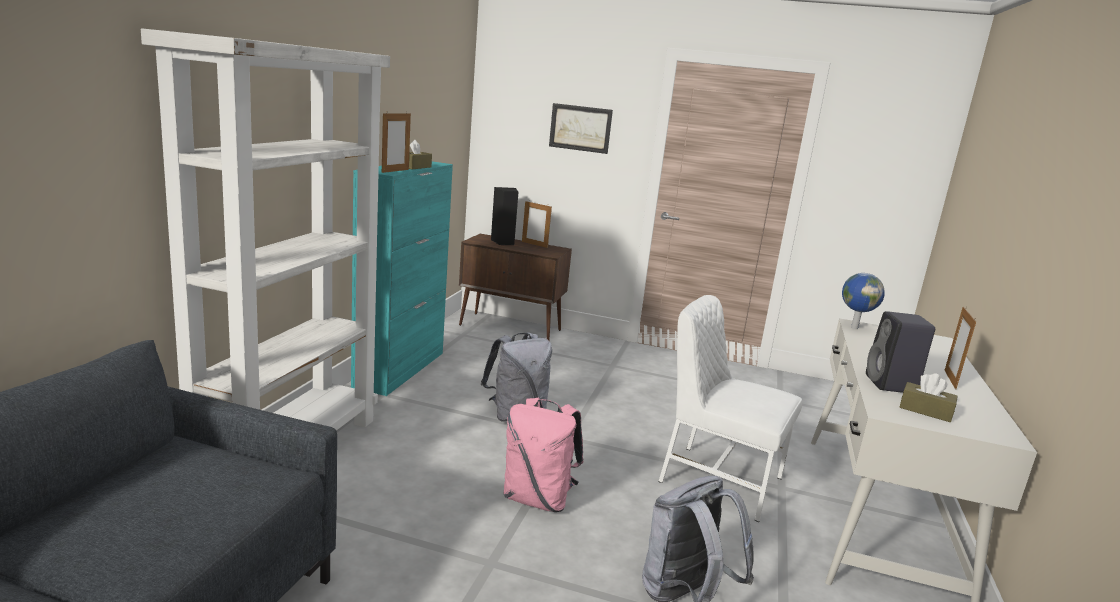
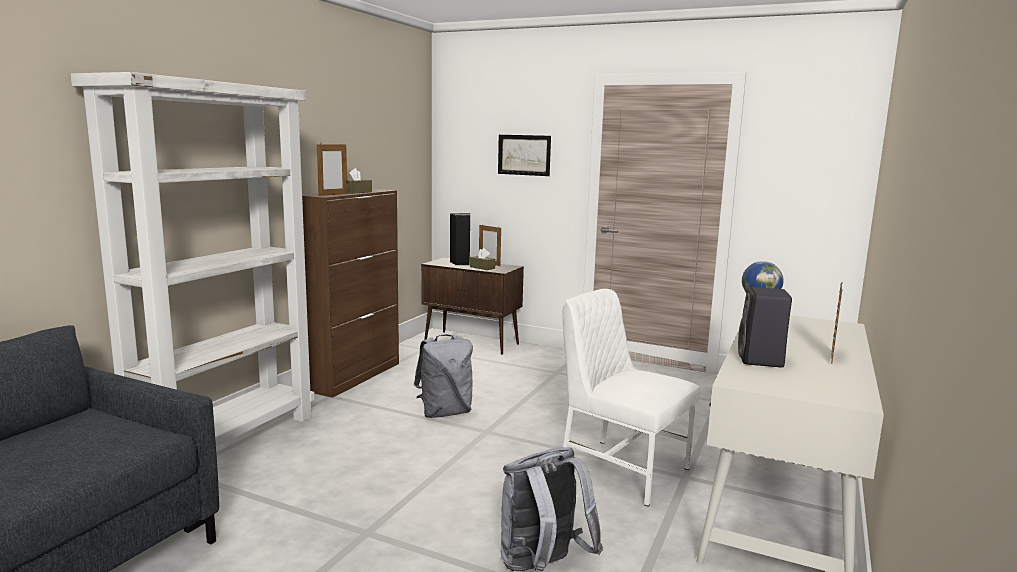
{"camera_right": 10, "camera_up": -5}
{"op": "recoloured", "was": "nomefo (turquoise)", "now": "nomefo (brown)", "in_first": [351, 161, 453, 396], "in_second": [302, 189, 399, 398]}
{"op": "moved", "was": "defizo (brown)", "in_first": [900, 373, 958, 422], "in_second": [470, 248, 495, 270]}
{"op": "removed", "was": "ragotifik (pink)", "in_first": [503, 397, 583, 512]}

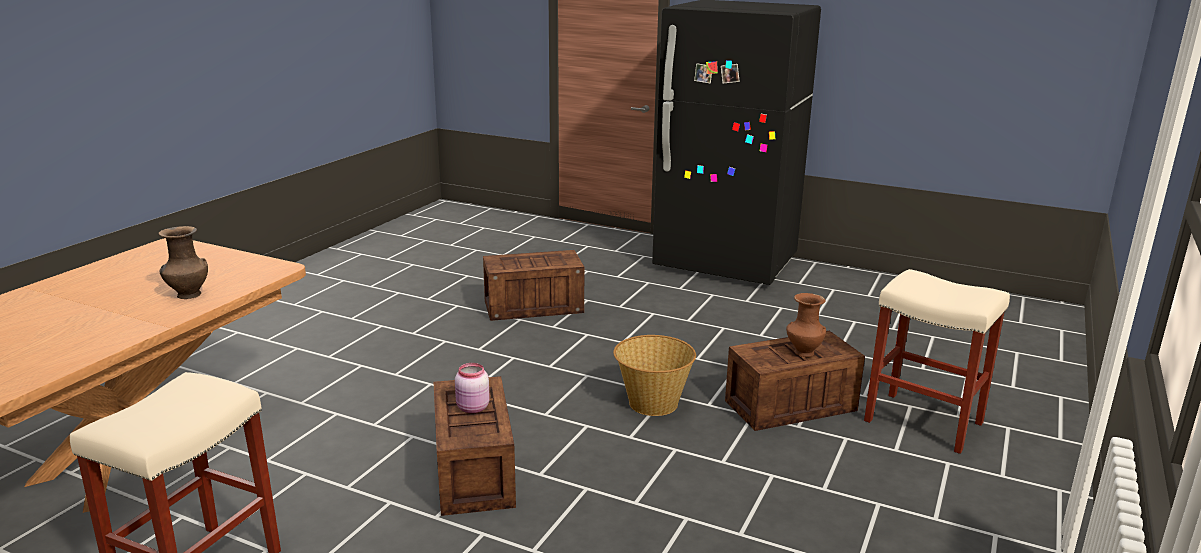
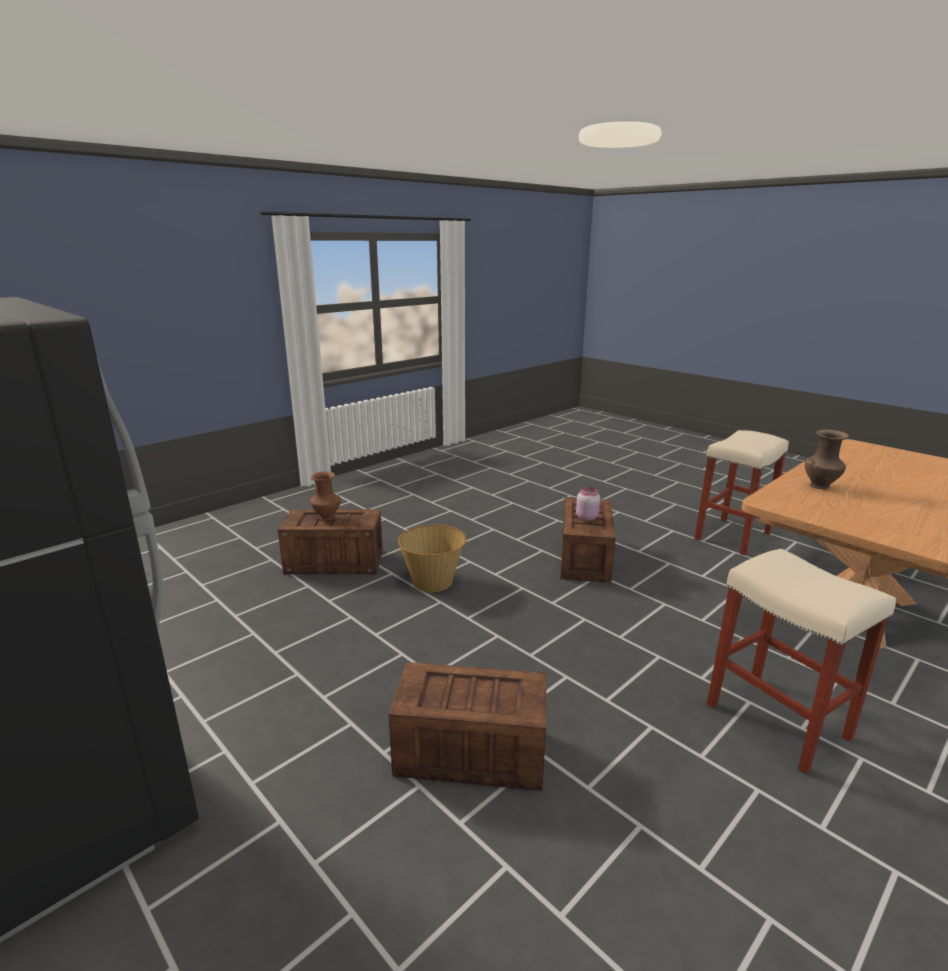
{"camera_right": -160, "camera_up": 0}
{"op": "moved", "was": "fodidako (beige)", "in_first": [864, 269, 1010, 454], "in_second": [707, 549, 896, 774]}

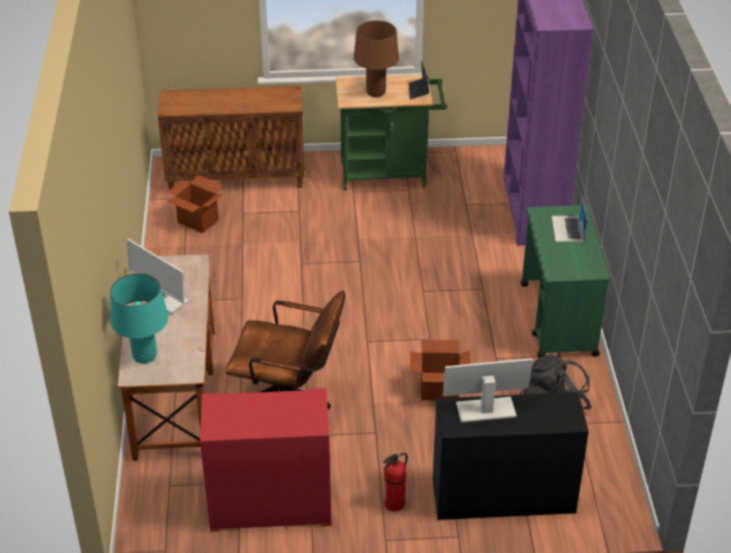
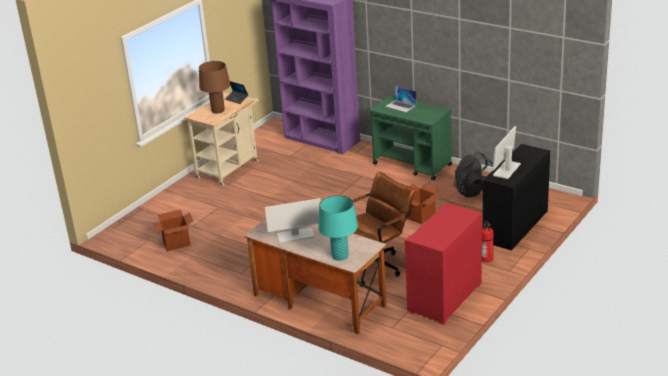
{"camera_right": -50, "camera_up": -10}
{"op": "recoloured", "was": "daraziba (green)", "now": "daraziba (beige)", "in_first": [336, 74, 447, 191], "in_second": [184, 93, 259, 187]}
{"op": "removed", "was": "nomefo (brown)", "in_first": [158, 86, 305, 190]}

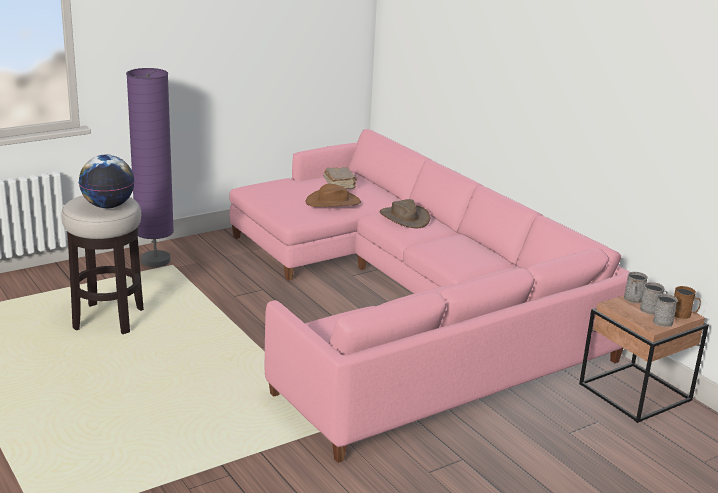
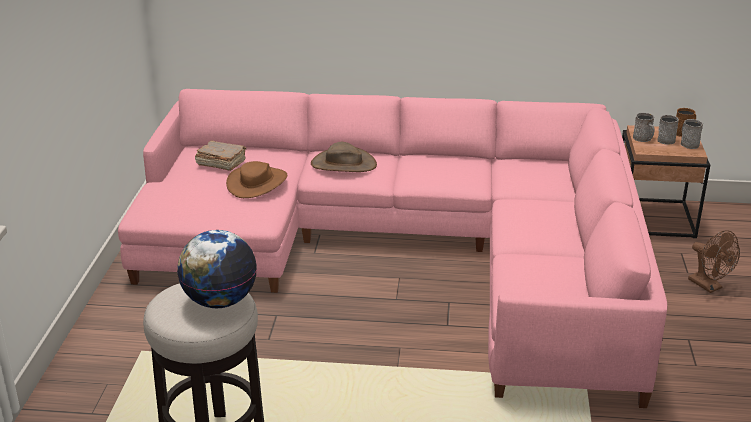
{"camera_right": -50, "camera_up": 5}
{"op": "added", "now": "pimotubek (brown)", "in_second": [688, 230, 740, 293]}
{"op": "removed", "was": "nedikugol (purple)", "in_first": [126, 68, 174, 267]}

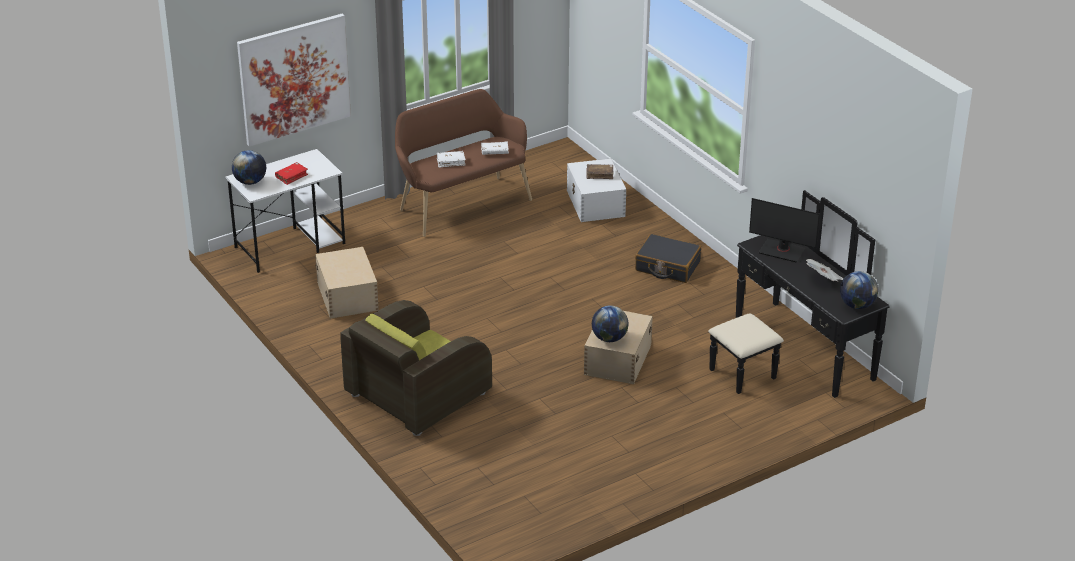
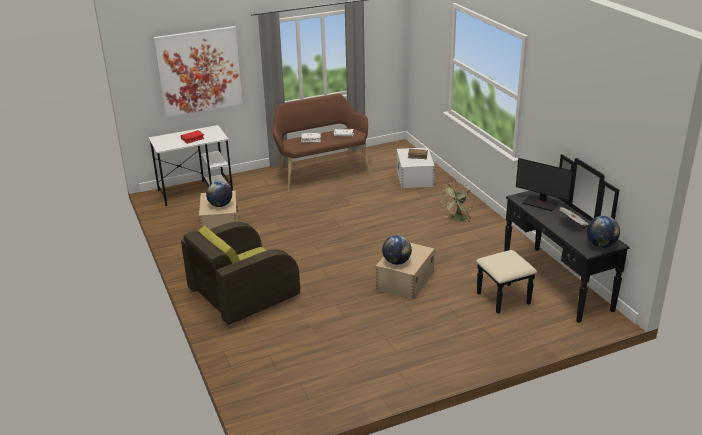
{"camera_right": 10, "camera_up": -5}
{"op": "moved", "was": "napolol", "in_first": [232, 150, 266, 185], "in_second": [206, 181, 232, 207]}
{"op": "replaced", "was": "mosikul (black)", "now": "pimotubek (green)", "in_first": [635, 234, 701, 283], "in_second": [441, 182, 474, 222]}

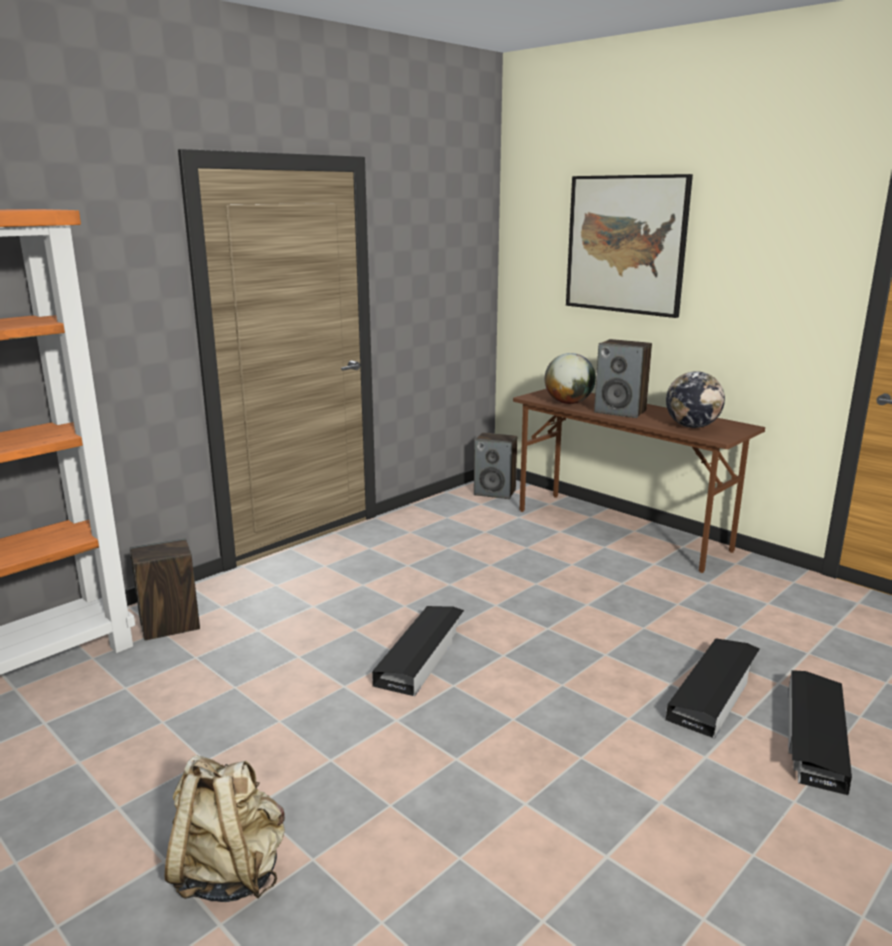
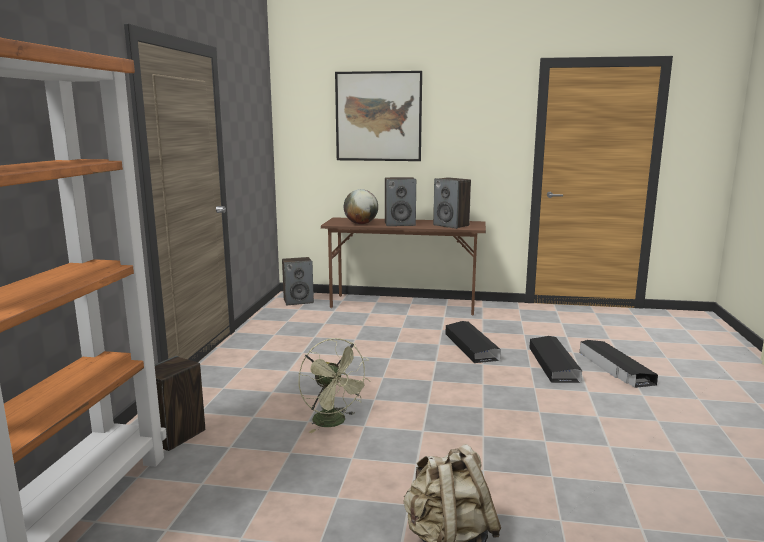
{"camera_right": -35, "camera_up": -5}
{"op": "added", "now": "pimotubek (green)", "in_second": [299, 338, 371, 433]}
{"op": "replaced", "was": "napolol", "now": "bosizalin", "in_first": [666, 371, 725, 428], "in_second": [433, 177, 471, 229]}
{"op": "moved", "was": "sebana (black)", "in_first": [372, 606, 464, 696], "in_second": [446, 321, 501, 363]}

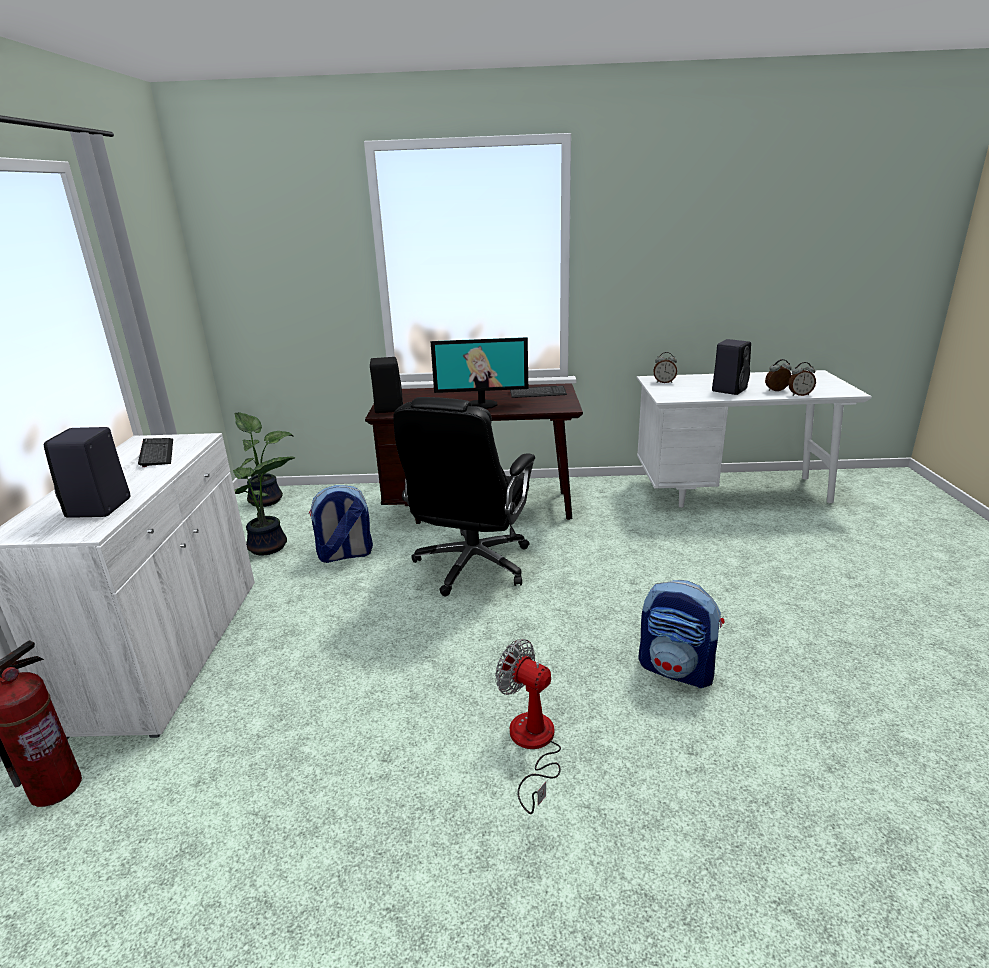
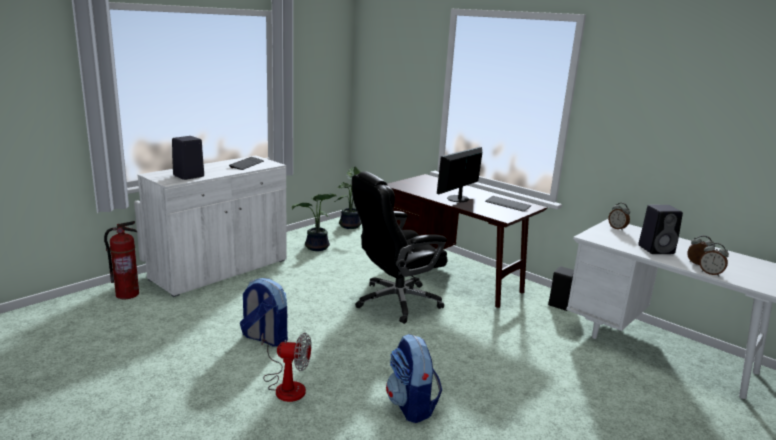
{"camera_right": 40, "camera_up": -5}
{"op": "moved", "was": "ragotifik", "in_first": [309, 485, 373, 563], "in_second": [240, 278, 288, 347]}
{"op": "turned", "was": "pimotubek", "in_first": [495, 639, 561, 814], "in_second": [261, 333, 312, 402], "clockwise": 105}
{"op": "turned", "was": "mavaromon", "in_first": [431, 337, 528, 409], "in_second": [437, 147, 482, 202], "clockwise": 90}
{"op": "moved", "was": "bosizalin (black)", "in_first": [370, 357, 403, 413], "in_second": [548, 266, 574, 311]}

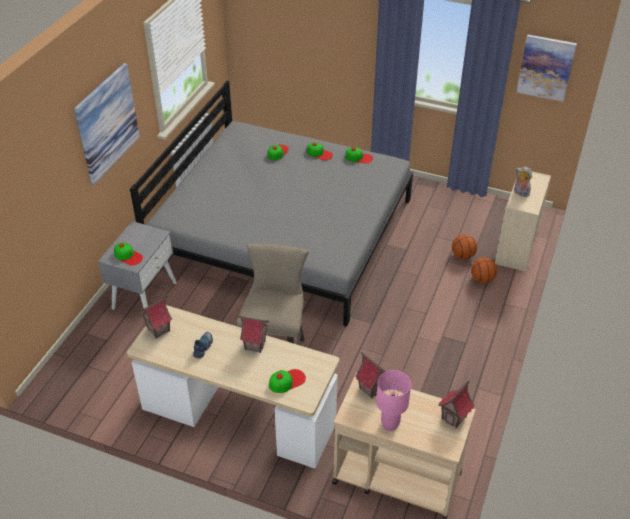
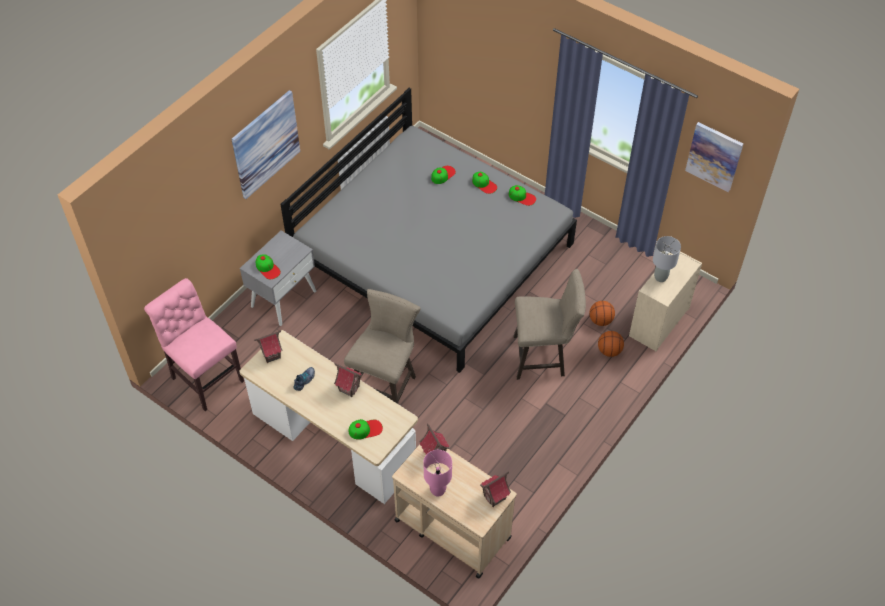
{"camera_right": 15, "camera_up": 10}
{"op": "added", "now": "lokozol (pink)", "in_second": [144, 278, 244, 411]}
{"op": "added", "now": "fodidako (beige)", "in_second": [514, 269, 586, 380]}
{"op": "replaced", "was": "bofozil", "now": "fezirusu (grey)", "in_first": [514, 166, 532, 197], "in_second": [653, 236, 681, 282]}

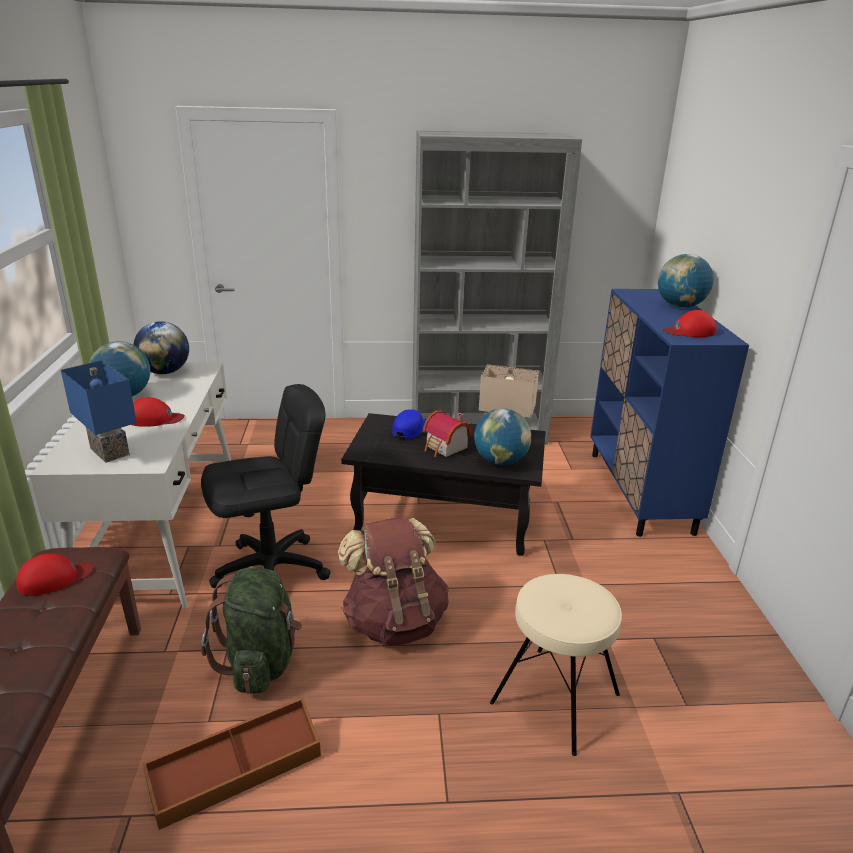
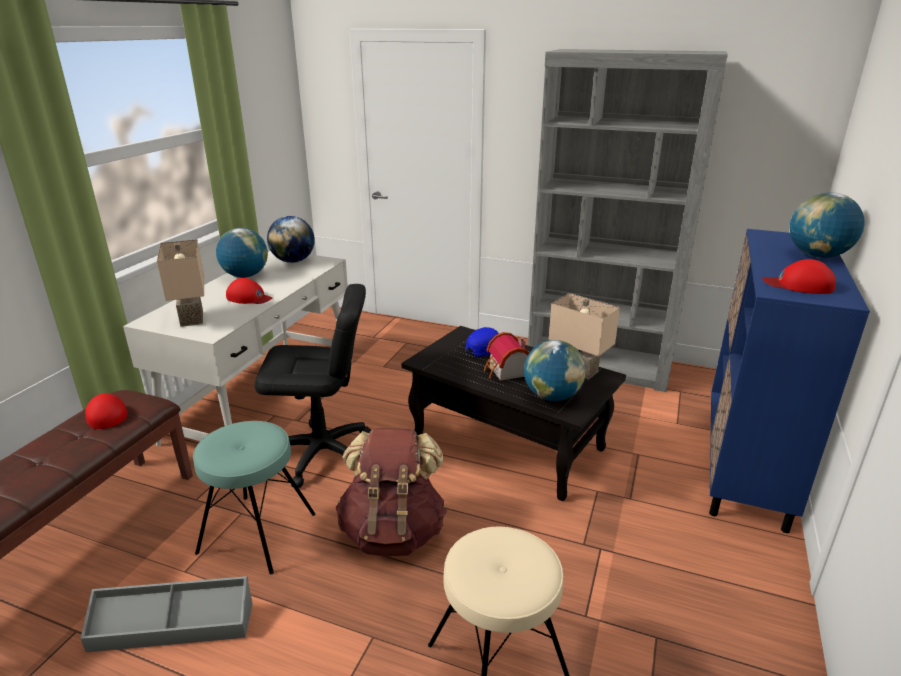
{"camera_right": 25, "camera_up": 0}
{"op": "recoloured", "was": "sebana (brown)", "now": "sebana (grey)", "in_first": [142, 697, 321, 830], "in_second": [80, 576, 253, 652]}
{"op": "turned", "was": "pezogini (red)", "in_first": [16, 554, 93, 596], "in_second": [85, 393, 128, 429], "clockwise": -120}
{"op": "recoloured", "was": "fezirusu (blue)", "now": "fezirusu (beige)", "in_first": [61, 360, 137, 463], "in_second": [157, 239, 204, 327]}
{"op": "replaced", "was": "ragotifik (green)", "now": "fodidako (turquoise)", "in_first": [201, 567, 302, 694], "in_second": [193, 421, 315, 574]}

